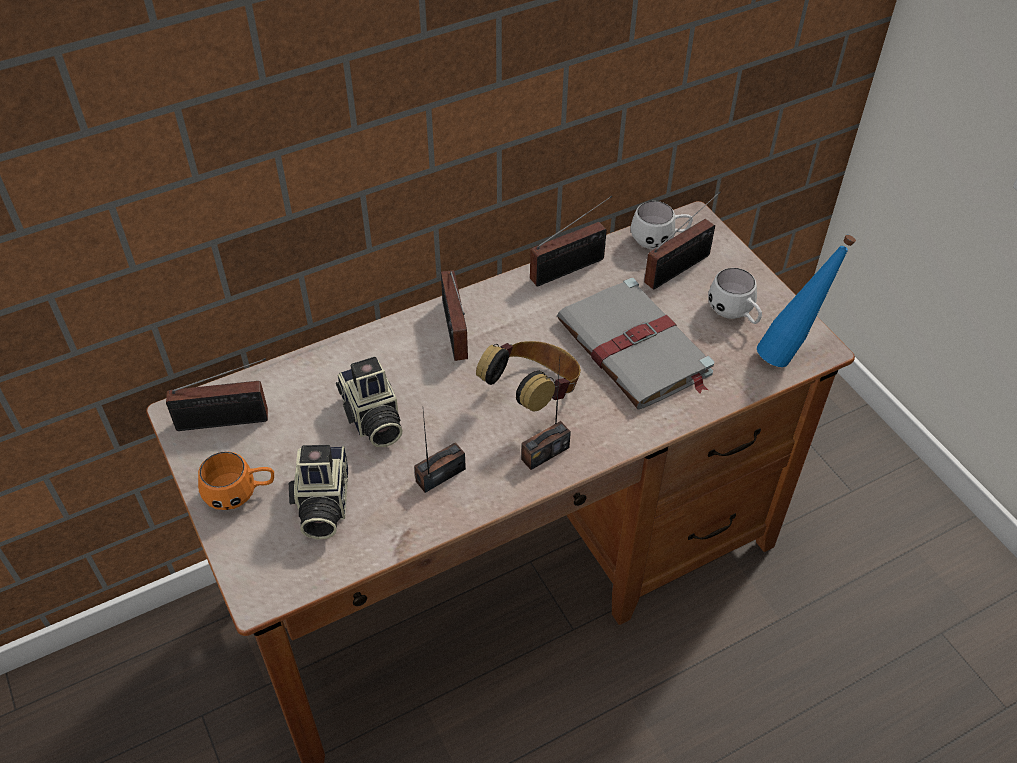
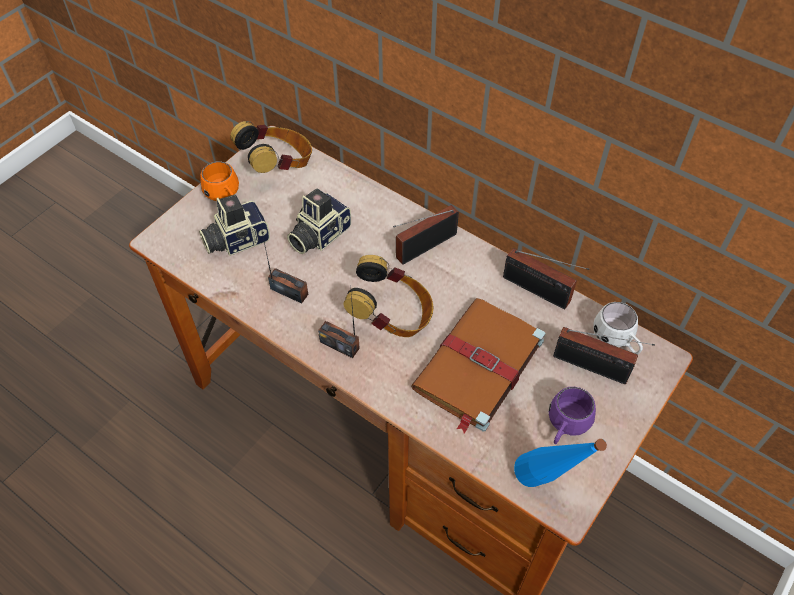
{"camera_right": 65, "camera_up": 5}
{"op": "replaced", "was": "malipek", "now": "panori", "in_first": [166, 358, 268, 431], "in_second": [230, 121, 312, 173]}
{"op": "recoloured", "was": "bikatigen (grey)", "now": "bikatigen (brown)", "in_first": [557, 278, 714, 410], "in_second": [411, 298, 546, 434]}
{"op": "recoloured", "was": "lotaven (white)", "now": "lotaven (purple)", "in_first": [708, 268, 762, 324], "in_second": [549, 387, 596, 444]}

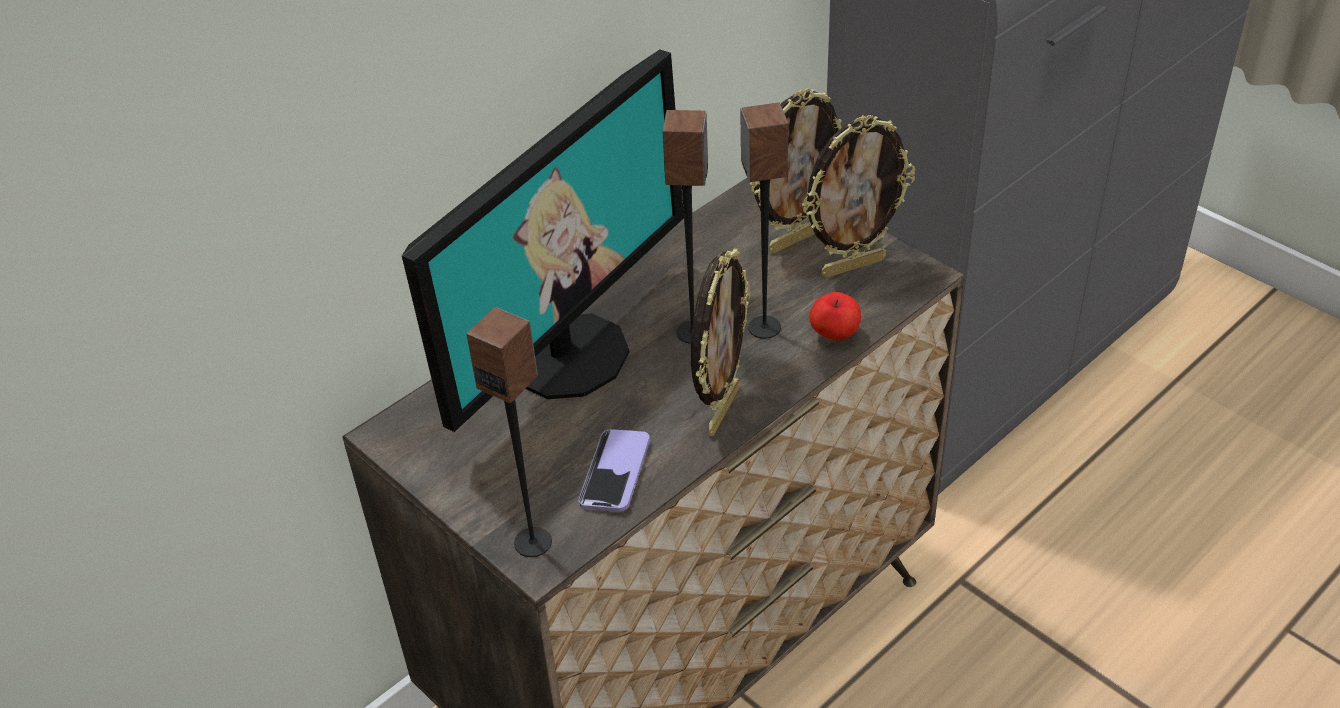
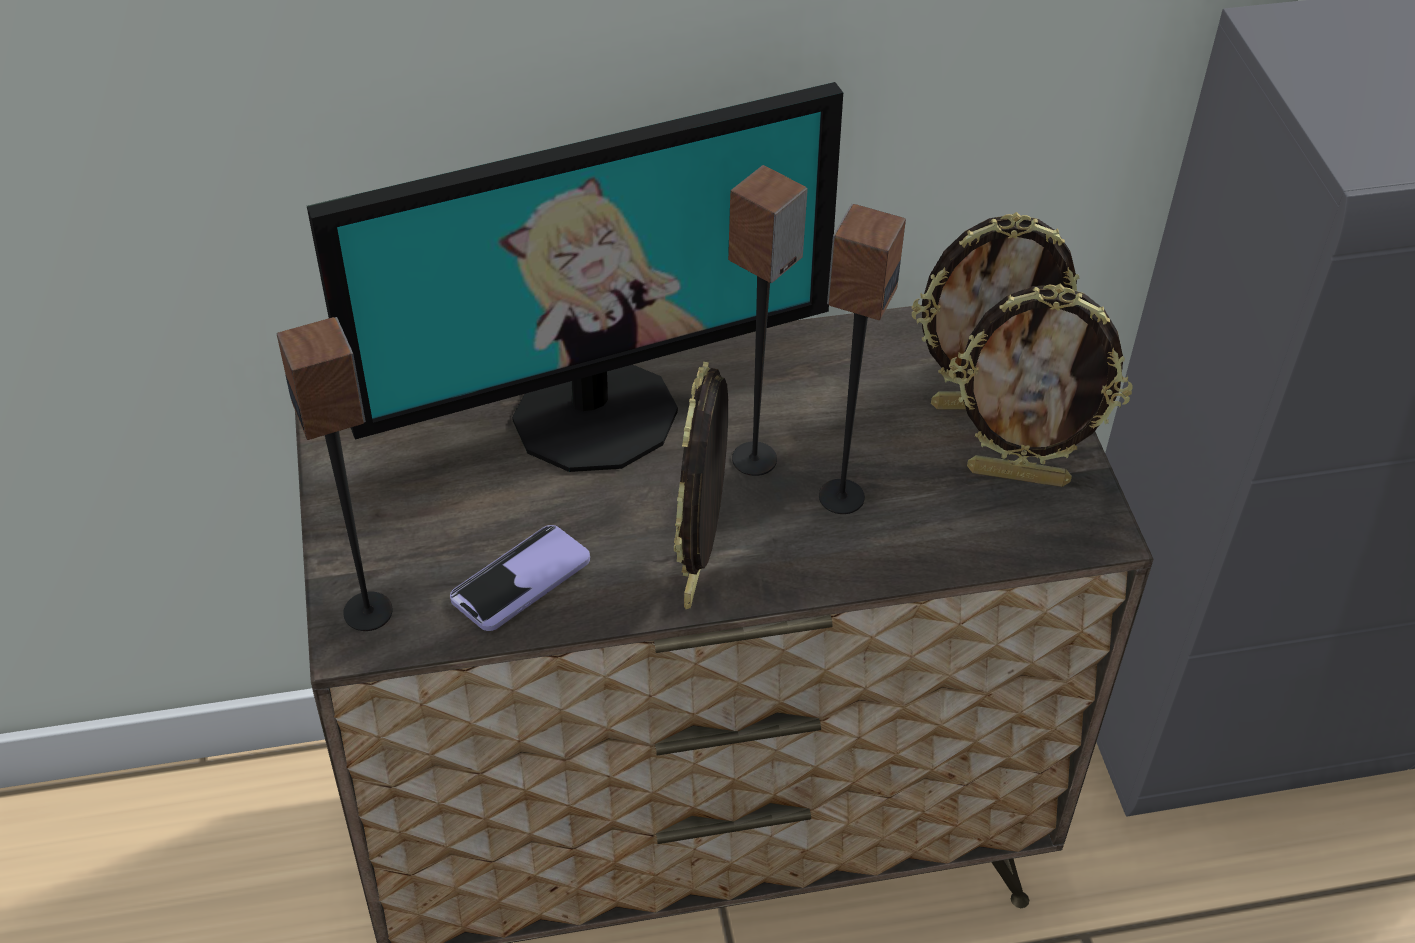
{"camera_right": 30, "camera_up": 5}
{"op": "turned", "was": "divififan", "in_first": [691, 248, 750, 436], "in_second": [674, 362, 728, 609], "clockwise": 135}
{"op": "removed", "was": "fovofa", "in_first": [809, 292, 861, 341]}

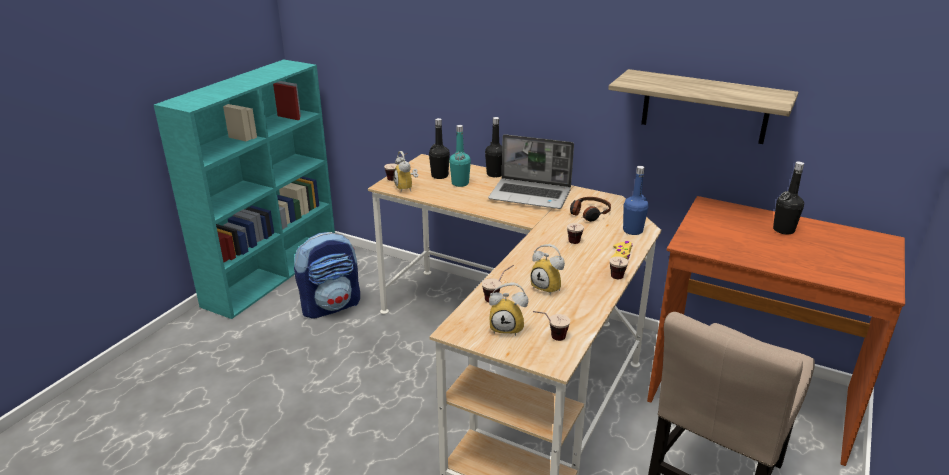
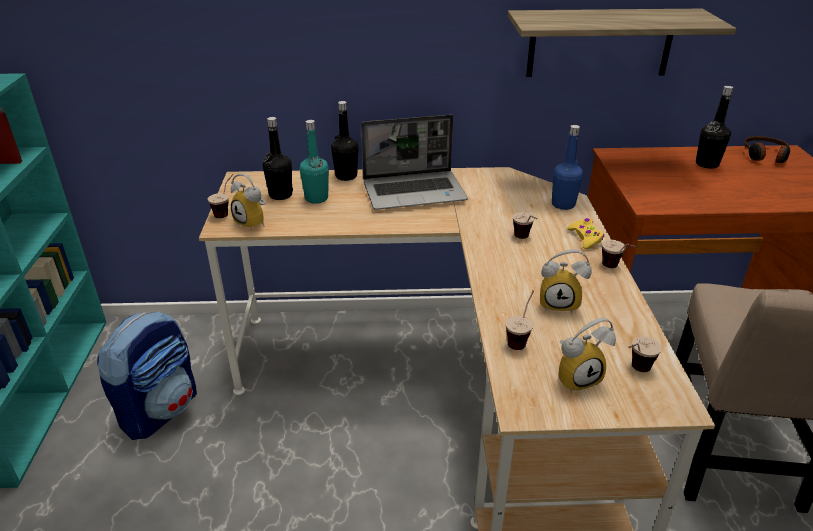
{"camera_right": -30, "camera_up": 5}
{"op": "moved", "was": "panori", "in_first": [570, 197, 611, 222], "in_second": [744, 136, 790, 163]}

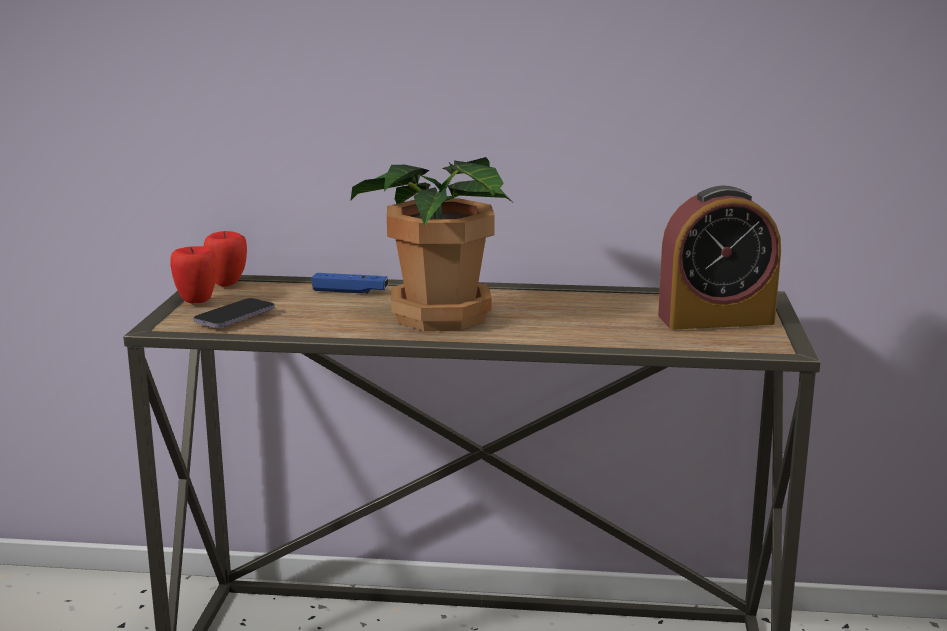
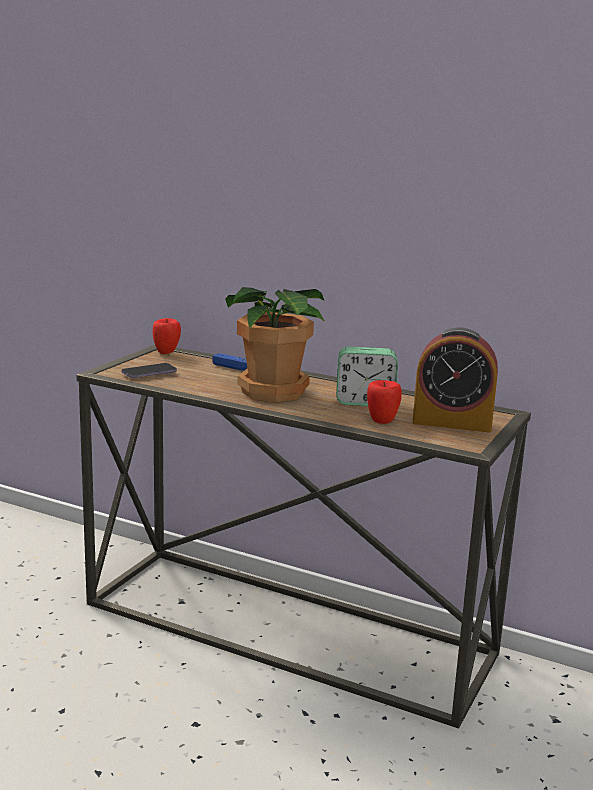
{"camera_right": 20, "camera_up": 0}
{"op": "added", "now": "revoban", "in_second": [336, 347, 398, 406]}
{"op": "moved", "was": "fovofa", "in_first": [170, 246, 218, 304], "in_second": [367, 380, 402, 424]}

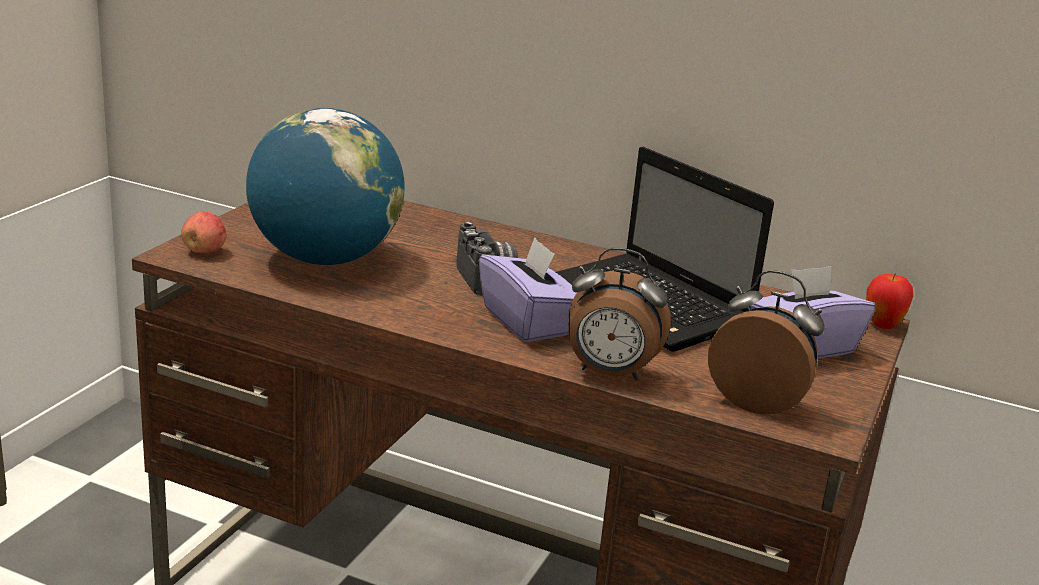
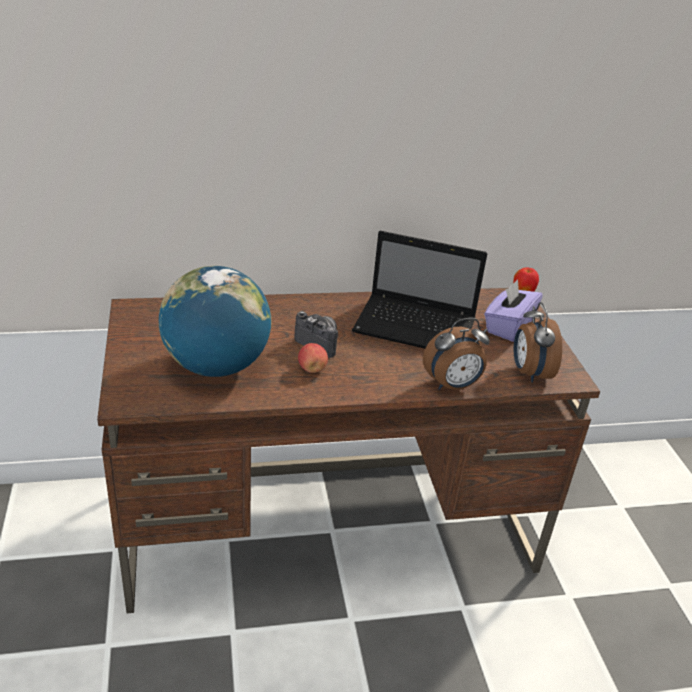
{"camera_right": -35, "camera_up": 10}
{"op": "moved", "was": "fovofa", "in_first": [181, 211, 226, 253], "in_second": [298, 343, 328, 373]}
{"op": "turned", "was": "revoban", "in_first": [708, 270, 825, 415], "in_second": [514, 302, 562, 383], "clockwise": -90}
{"op": "removed", "was": "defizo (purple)", "in_first": [479, 237, 577, 343]}

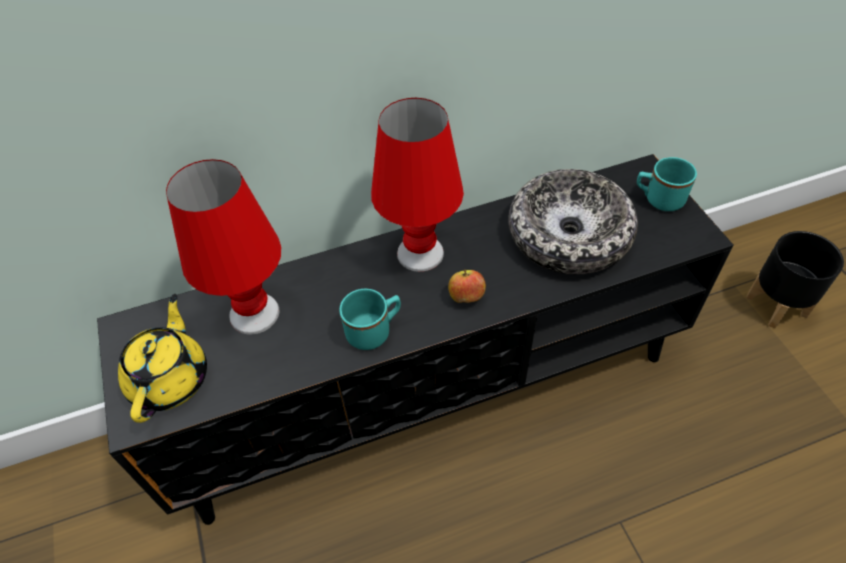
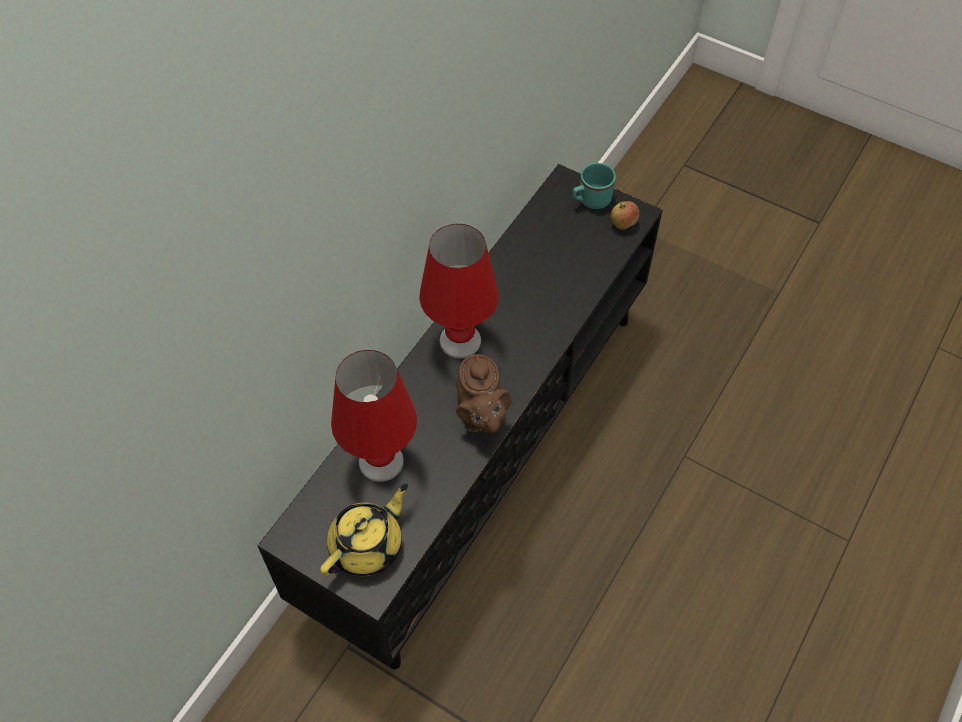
{"camera_right": -40, "camera_up": 5}
{"op": "turned", "was": "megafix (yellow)", "in_first": [118, 294, 207, 423], "in_second": [320, 484, 408, 576], "clockwise": 75}
{"op": "replaced", "was": "lotaven (turquoise)", "now": "megafix (brown)", "in_first": [339, 289, 401, 350], "in_second": [456, 354, 511, 433]}
{"op": "moved", "was": "fovofa", "in_first": [448, 270, 486, 303], "in_second": [611, 201, 640, 230]}
{"op": "removed", "was": "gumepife", "in_first": [508, 169, 638, 274]}
{"op": "removed", "was": "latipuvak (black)", "in_first": [746, 231, 844, 328]}

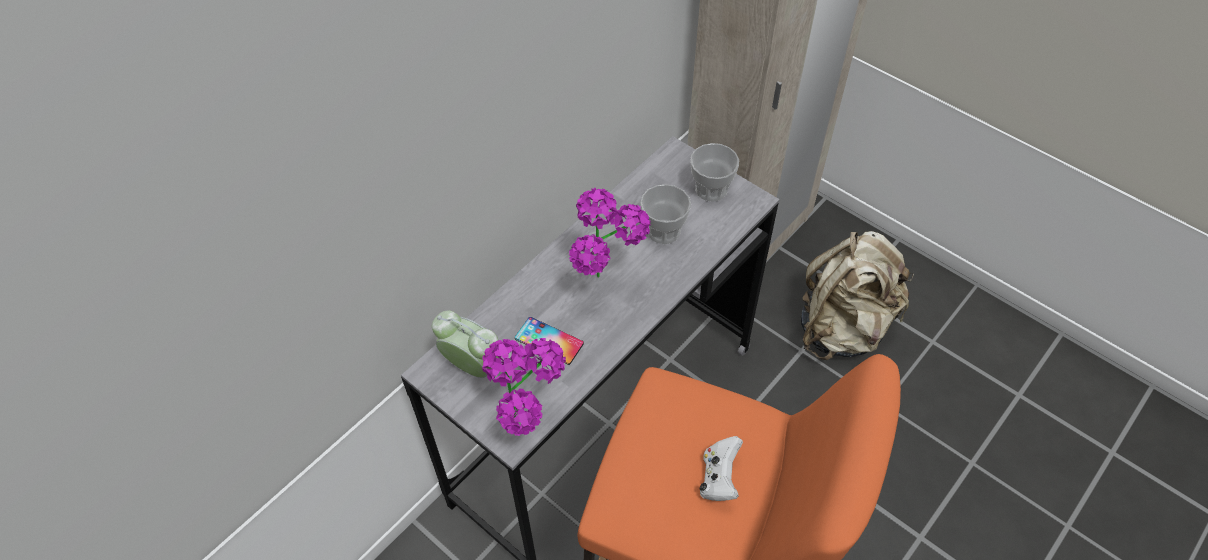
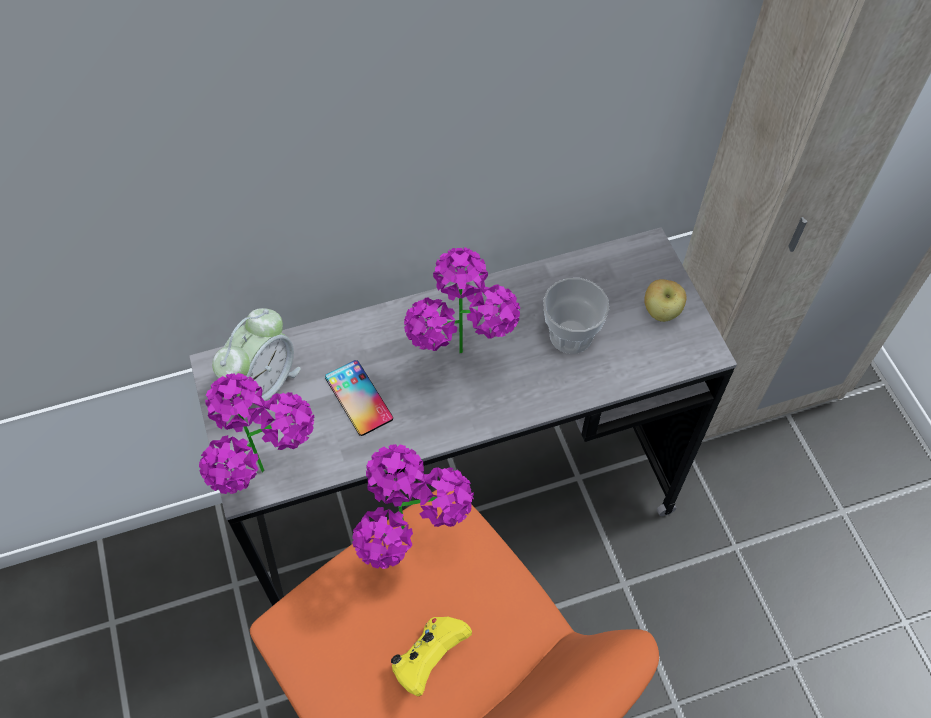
{"camera_right": 30, "camera_up": 5}
{"op": "turned", "was": "revoban", "in_first": [432, 310, 503, 378], "in_second": [212, 308, 301, 416], "clockwise": 60}
{"op": "added", "now": "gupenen", "in_second": [352, 444, 474, 569]}
{"op": "recoloured", "was": "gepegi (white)", "now": "gepegi (yellow)", "in_first": [700, 436, 743, 501], "in_second": [391, 617, 472, 697]}
{"op": "replaced", "was": "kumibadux", "now": "fovofa", "in_first": [690, 143, 739, 202], "in_second": [644, 279, 686, 322]}
{"op": "removed", "was": "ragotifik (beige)", "in_first": [801, 231, 914, 360]}

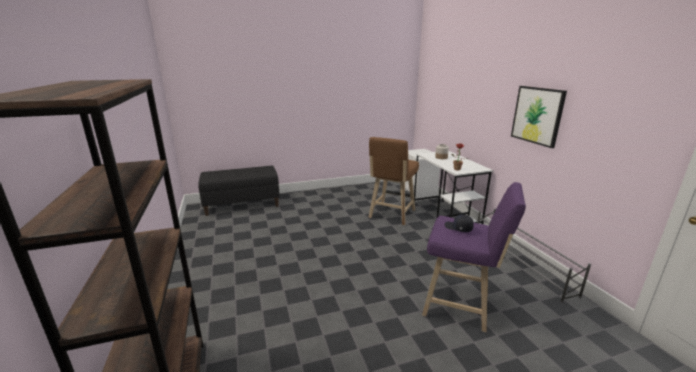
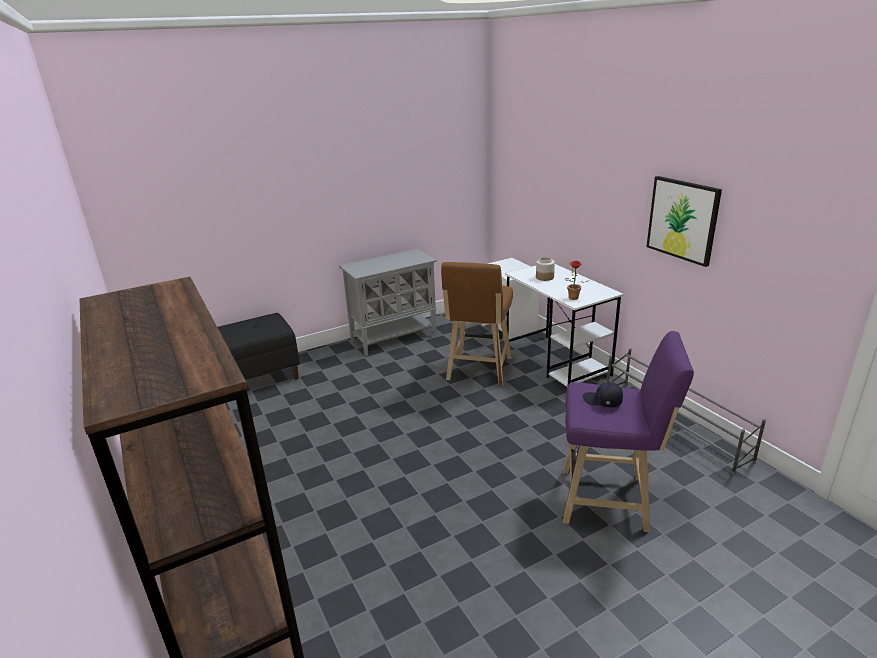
{"camera_right": -10, "camera_up": 5}
{"op": "added", "now": "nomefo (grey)", "in_second": [339, 249, 437, 356]}

